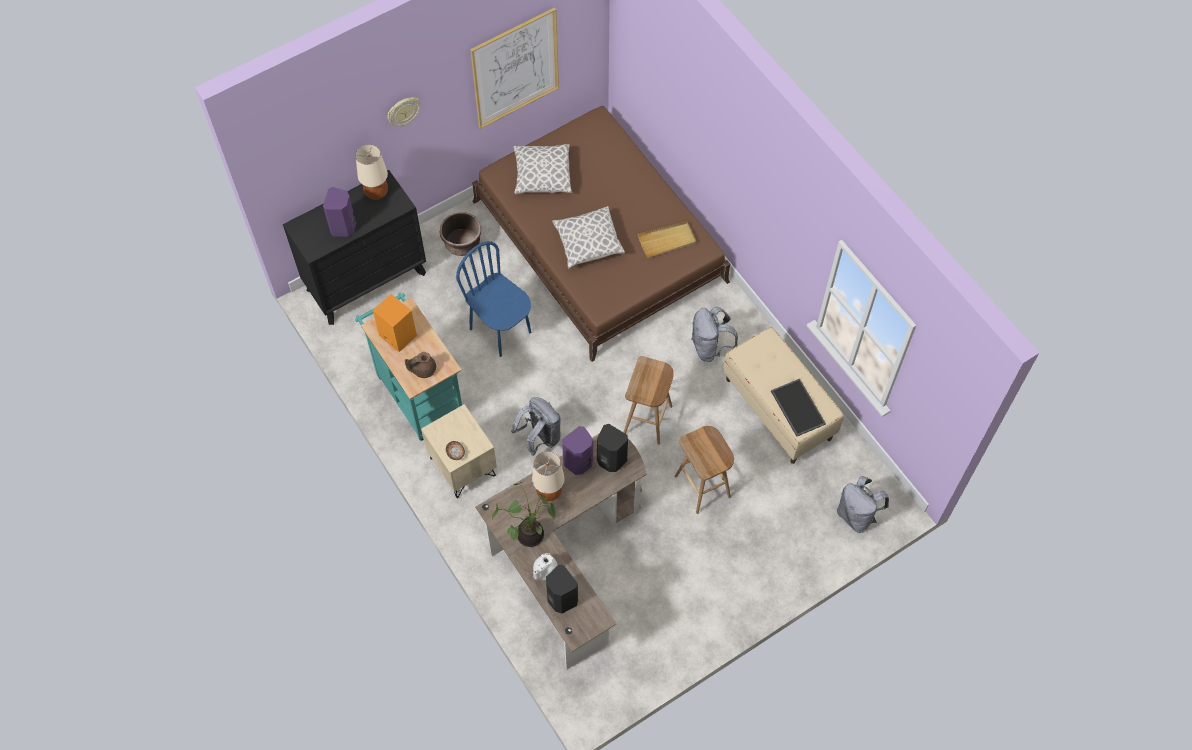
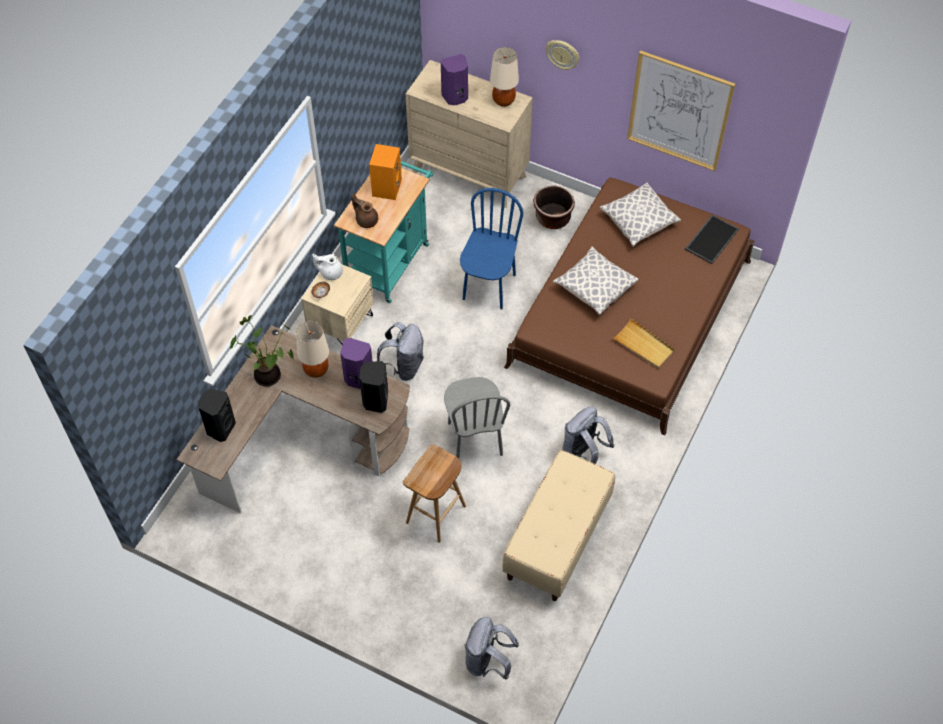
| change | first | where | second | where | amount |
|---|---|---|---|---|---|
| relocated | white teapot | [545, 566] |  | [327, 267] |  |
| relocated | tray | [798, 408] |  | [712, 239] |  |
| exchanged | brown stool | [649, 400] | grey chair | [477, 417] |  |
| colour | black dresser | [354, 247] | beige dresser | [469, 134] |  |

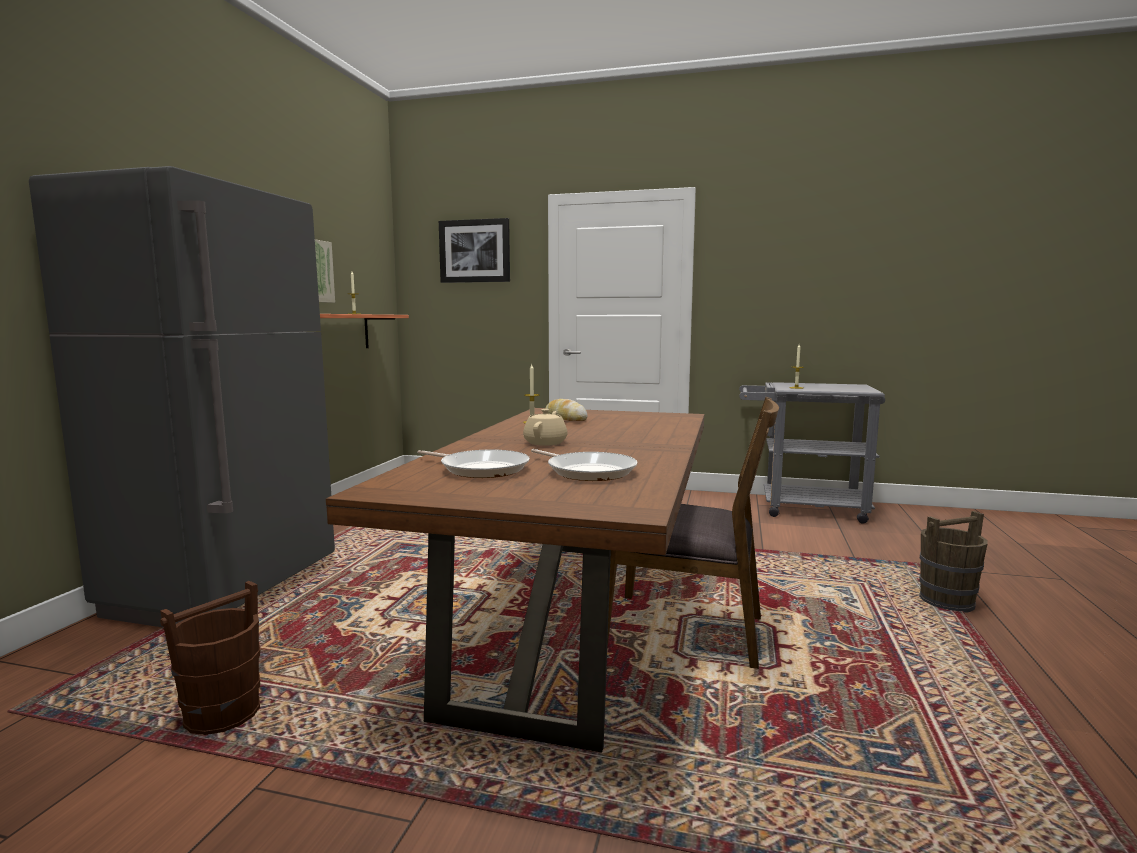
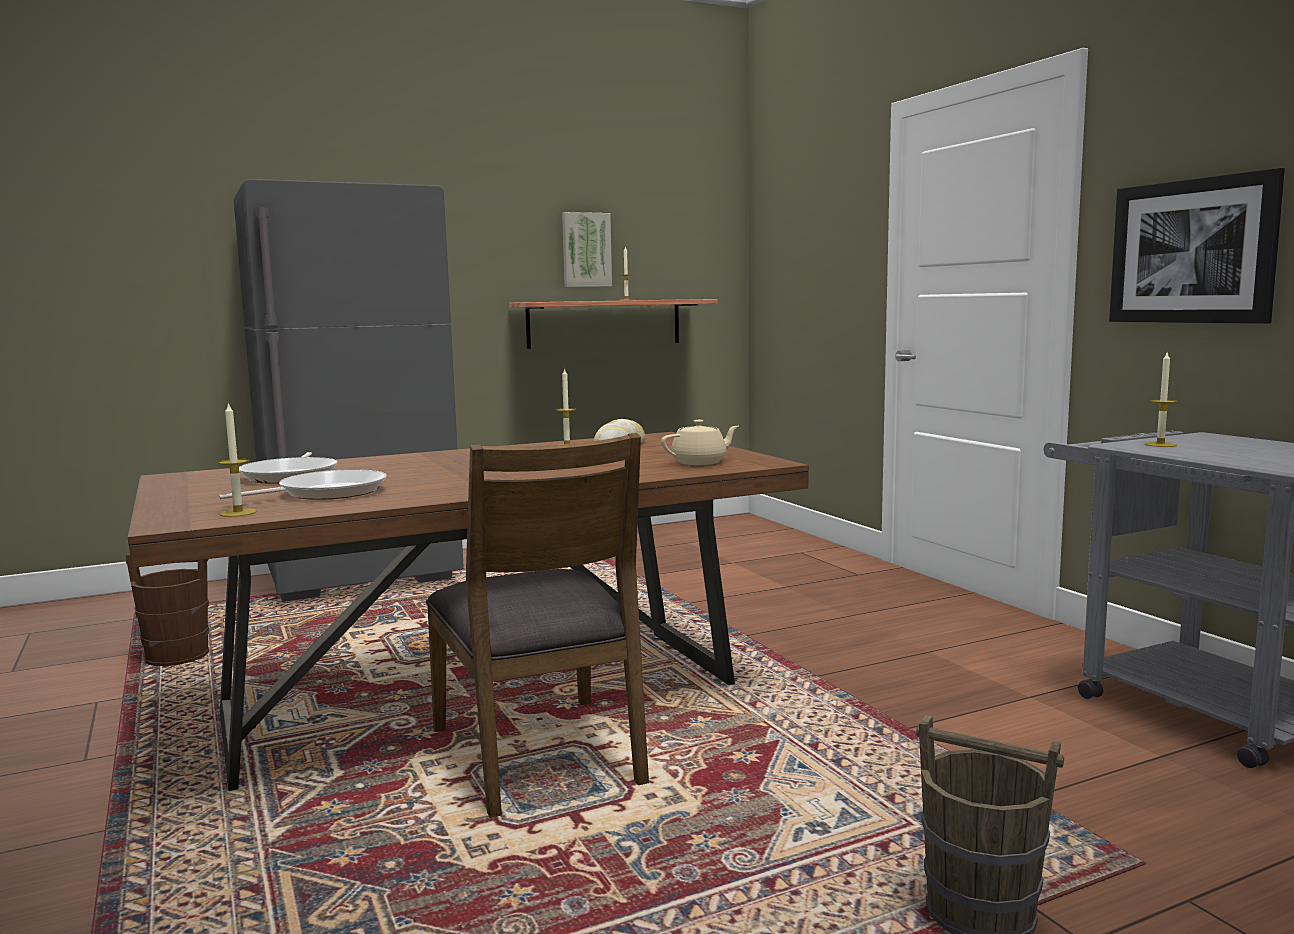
| change | first | where | second | where | amount |
|---|---|---|---|---|---|
| appeared |  |  | candle | [237, 459] |  |
| relocated | picture | [474, 250] |  | [1197, 246] |  |
| relocated | beige teapot | [545, 427] |  | [700, 442] |  |
| spun | frying pan | [584, 465] |  | [302, 484] | 135 degrees counterclockwise |

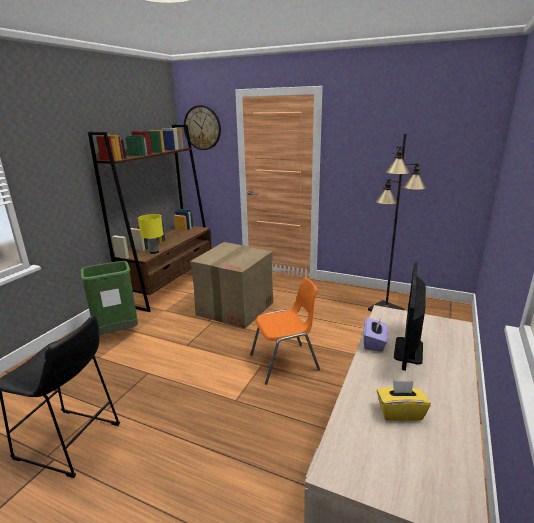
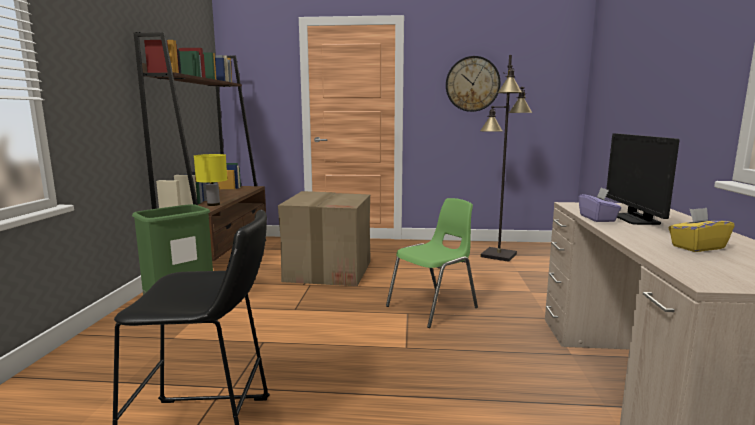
| change | first | where | second | where | amount |
|---|---|---|---|---|---|
| relocated | wall clock | [202, 127] |  | [473, 84] |  |
| colour | orange chair | [285, 331] | green chair | [432, 263] |  |

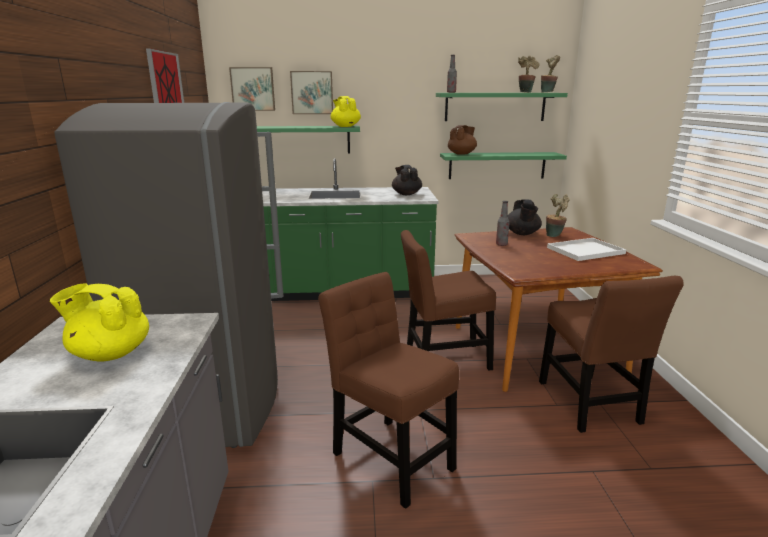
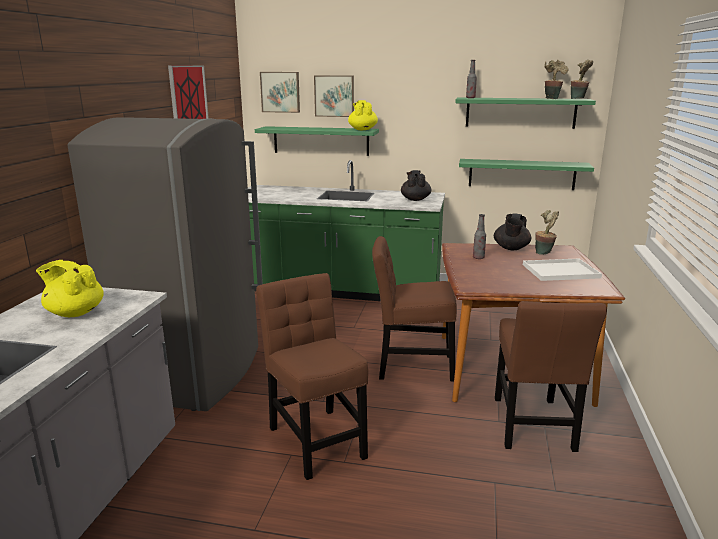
| change | first | where | second | where | amount |
|---|---|---|---|---|---|
| missing | brown teapot | [462, 140] |  |  |  |

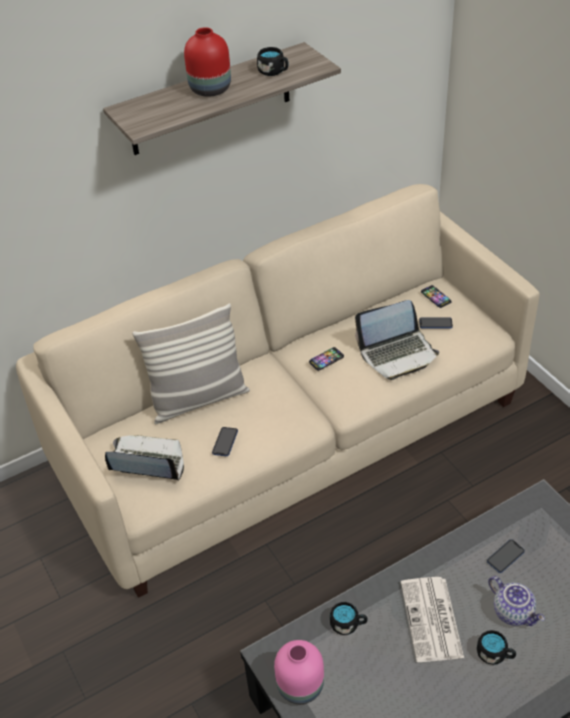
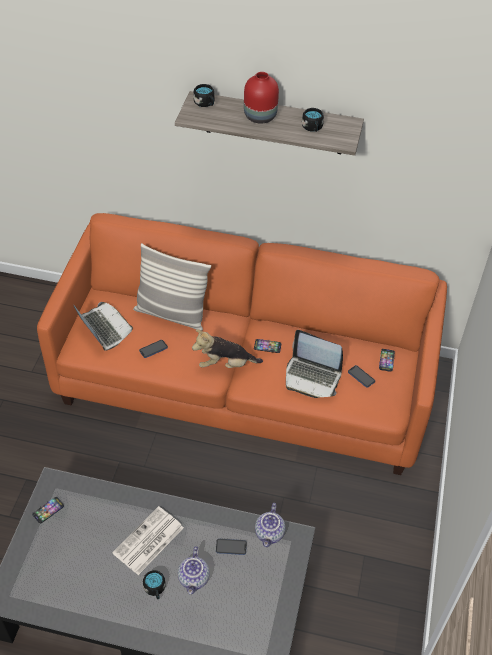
| change | first | where | second | where | amount |
|---|---|---|---|---|---|
| appeared |  |  | plush toy | [227, 348] |  |
| appeared |  |  | teapot | [270, 525] |  |
| relocated | black mug | [349, 618] |  | [204, 95] |  |
| exchanged | pink vase | [299, 672] | phone | [48, 510] |  |
| colour | beige sofa | [278, 391] | orange sofa | [242, 344] |  |

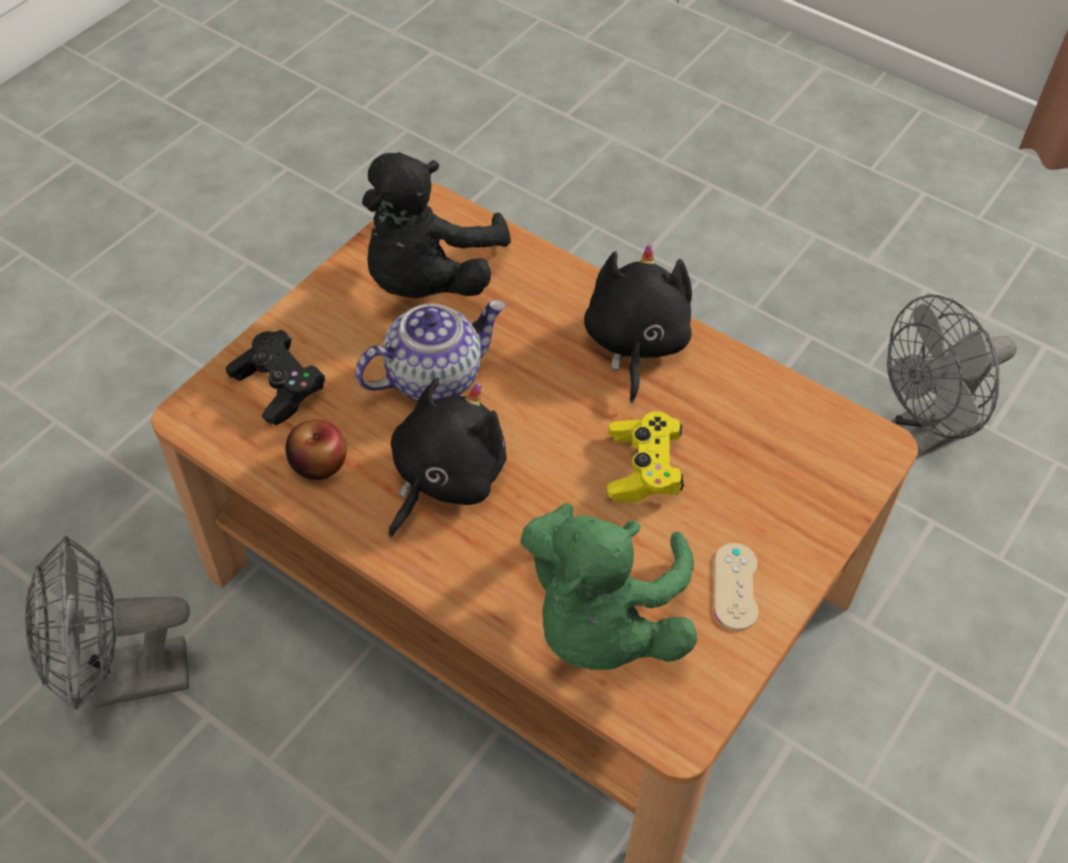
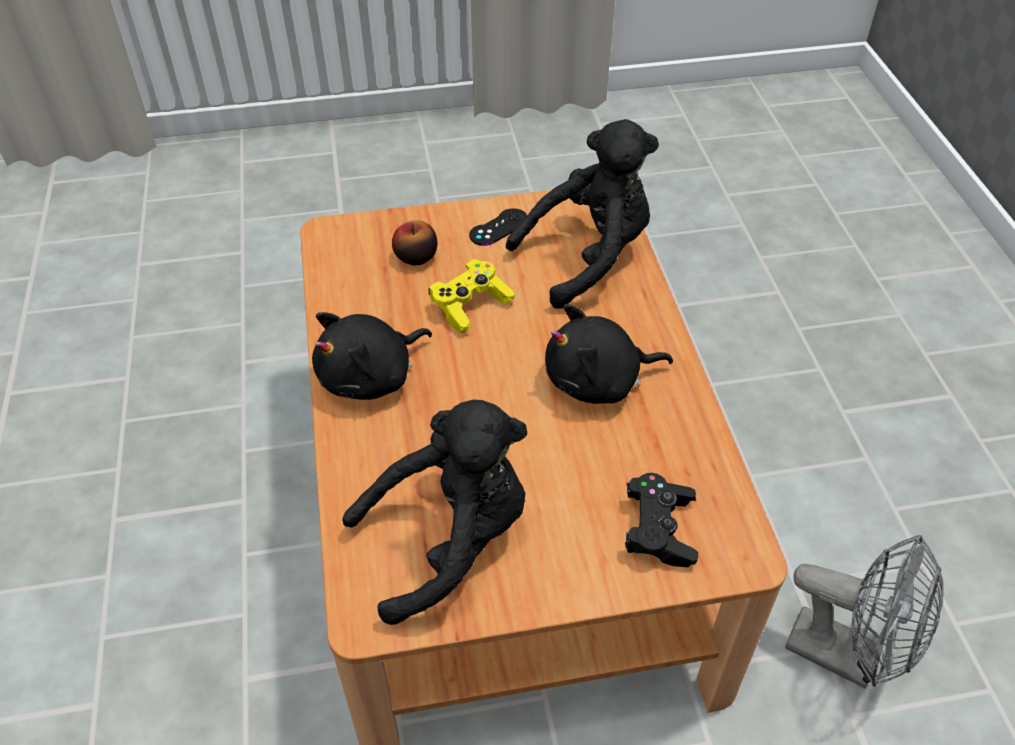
| change | first | where | second | where | amount |
|---|---|---|---|---|---|
| missing | teapot | [430, 351] |  |  |  |
| missing | grey fan | [952, 374] |  |  |  |
| relocated | apple | [315, 450] |  | [415, 242] |  |
| colour | green plush toy | [608, 586] | black plush toy | [582, 214] |  |
| colour | beige game controller | [736, 586] | black game controller | [498, 227] |  |

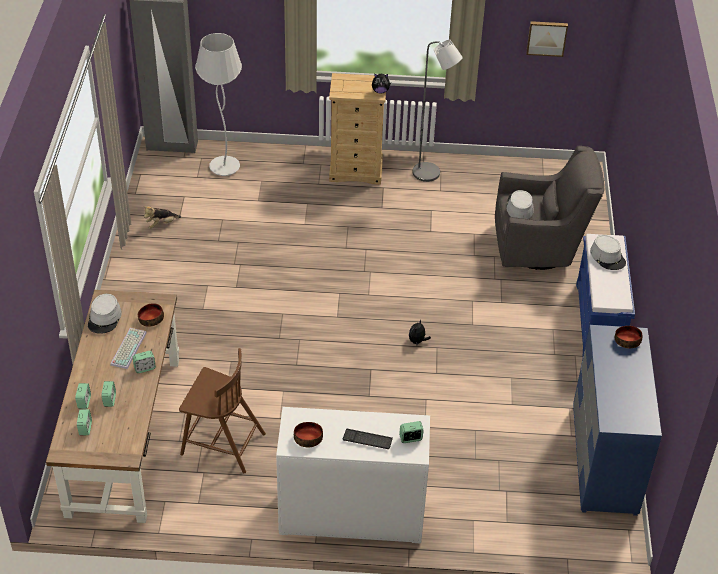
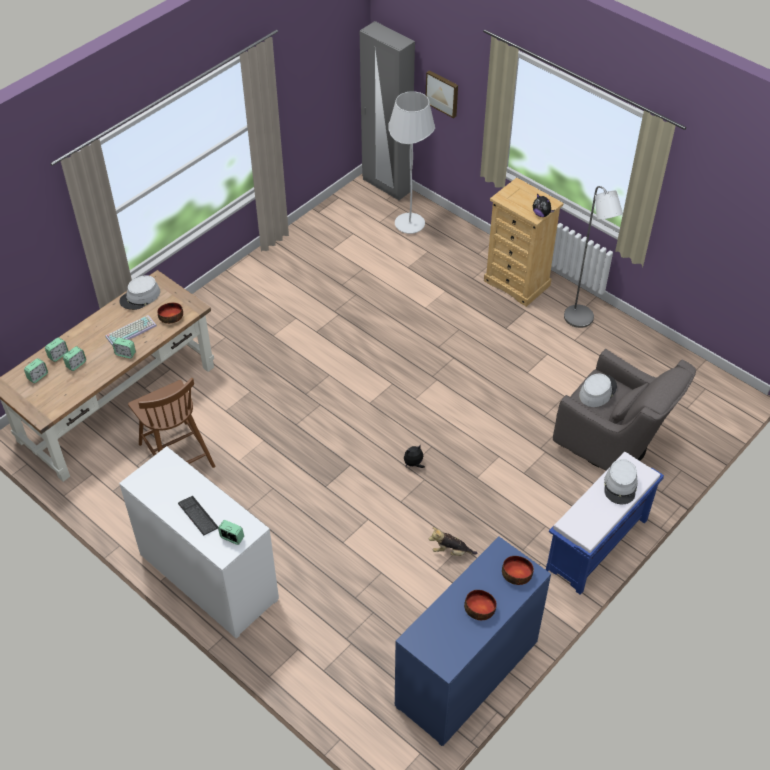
| change | first | where | second | where | amount |
|---|---|---|---|---|---|
| relocated | plush toy | [162, 217] |  | [453, 541] |  |
| relocated | bowl | [308, 434] |  | [480, 605] |  |
| relocated | picture | [547, 39] |  | [442, 94] |  |

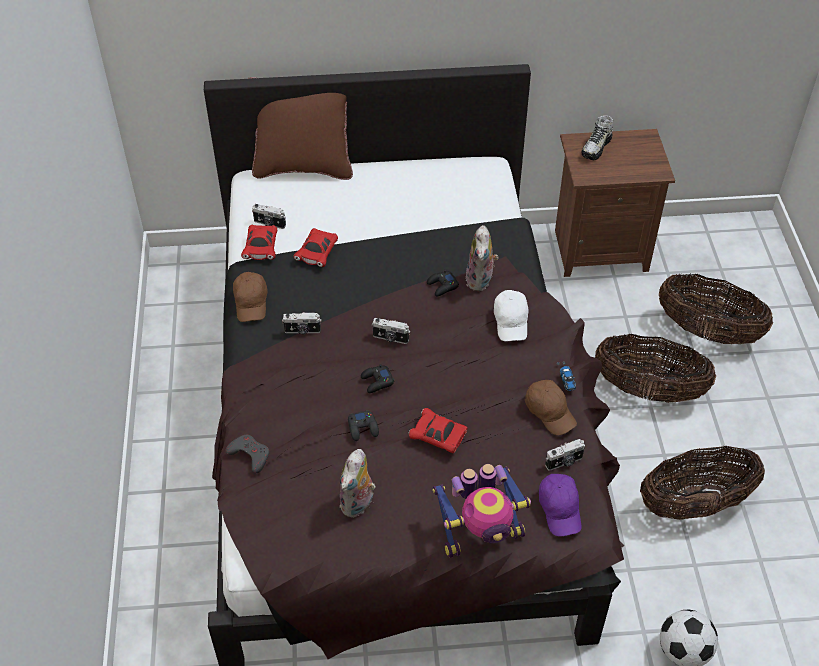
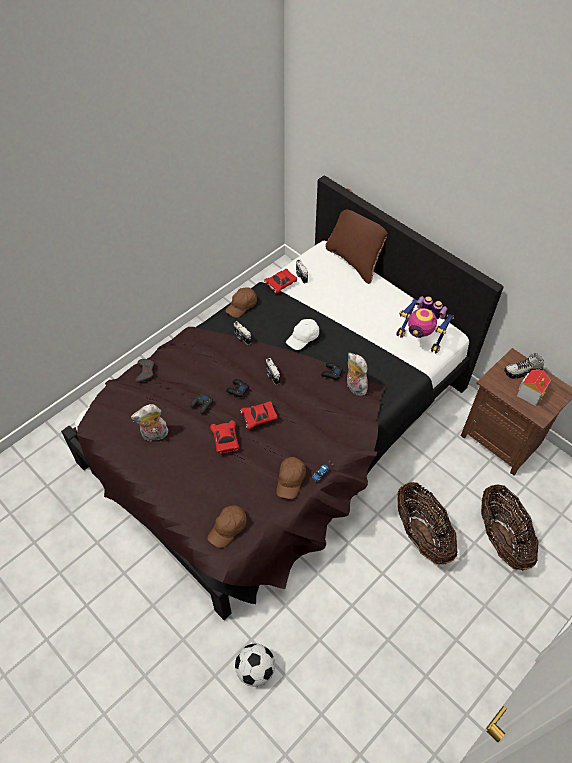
| change | first | where | second | where | amount |
|---|---|---|---|---|---|
| missing | photo camera | [565, 455] |  |  |  |
| missing | basket | [702, 483] |  |  |  |
| appeared |  |  | toy house | [534, 388] |  |
| relocated | red toy car | [315, 247] |  | [259, 415] |  |
| relocated | toy robot | [481, 511] |  | [425, 325] |  |
| relocated | white cap | [511, 315] |  | [302, 334] |  |
| colour | purple cap | [560, 505] | brown cap | [227, 526] |  |
| spun | plush toy | [482, 258] |  | [357, 374] | 90 degrees clockwise |

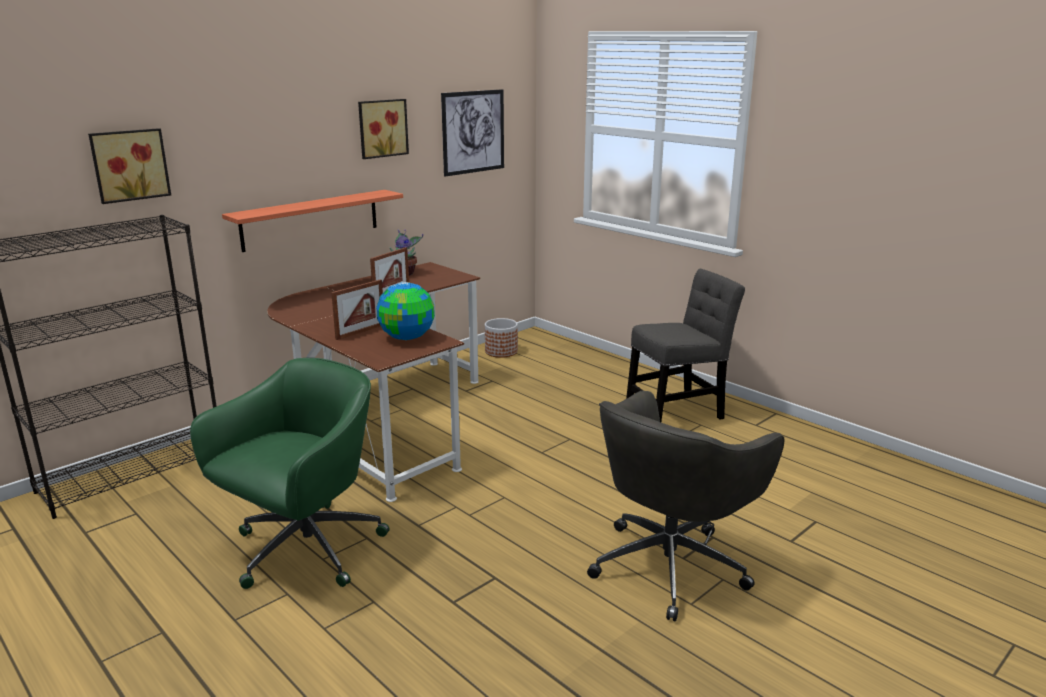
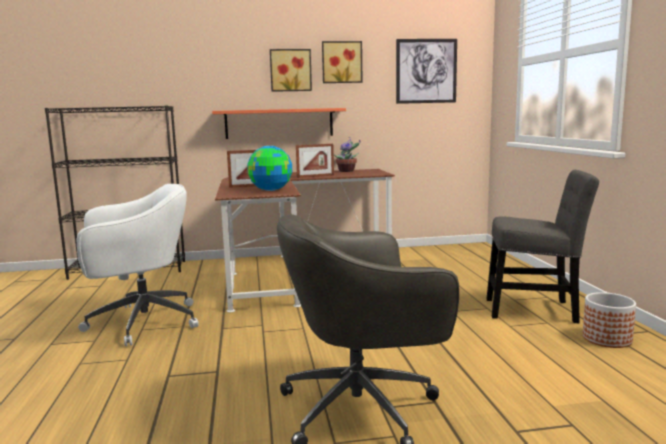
| change | first | where | second | where | amount |
|---|---|---|---|---|---|
| relocated | picture | [129, 166] |  | [291, 70] |  |
| relocated | planter | [501, 338] |  | [609, 320] |  |
| colour | green office chair | [290, 473] | white office chair | [138, 265] |  |

